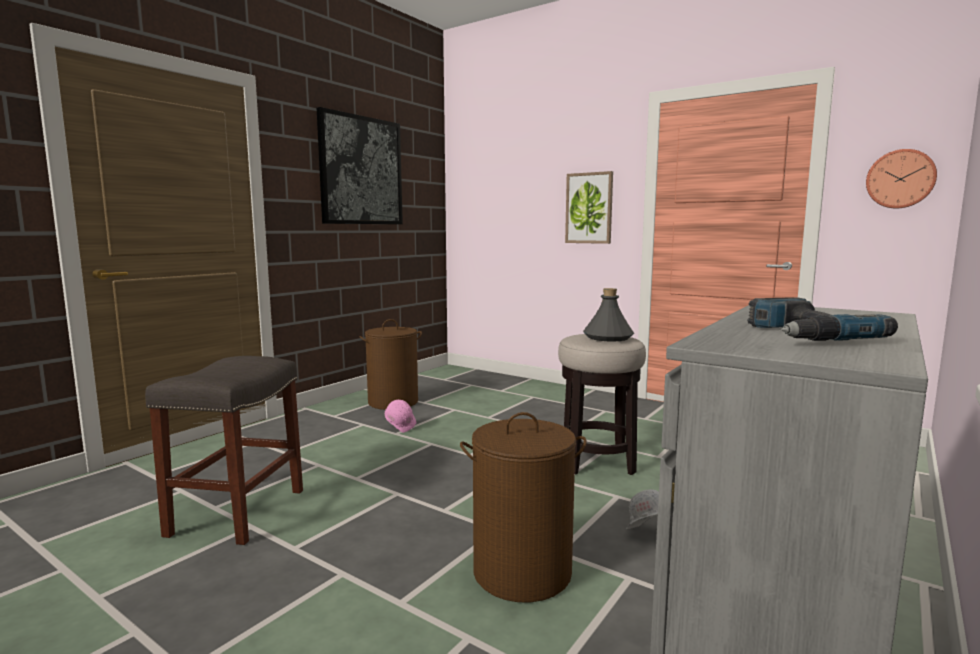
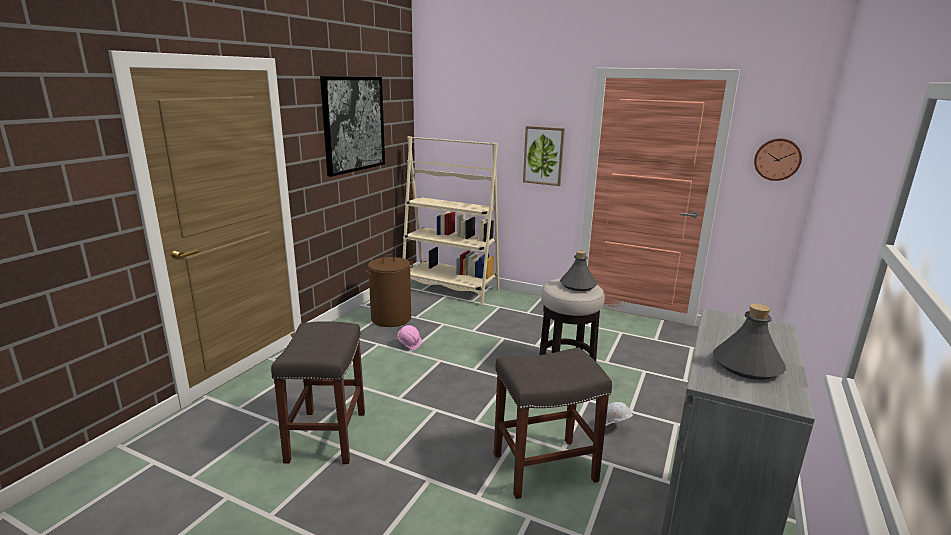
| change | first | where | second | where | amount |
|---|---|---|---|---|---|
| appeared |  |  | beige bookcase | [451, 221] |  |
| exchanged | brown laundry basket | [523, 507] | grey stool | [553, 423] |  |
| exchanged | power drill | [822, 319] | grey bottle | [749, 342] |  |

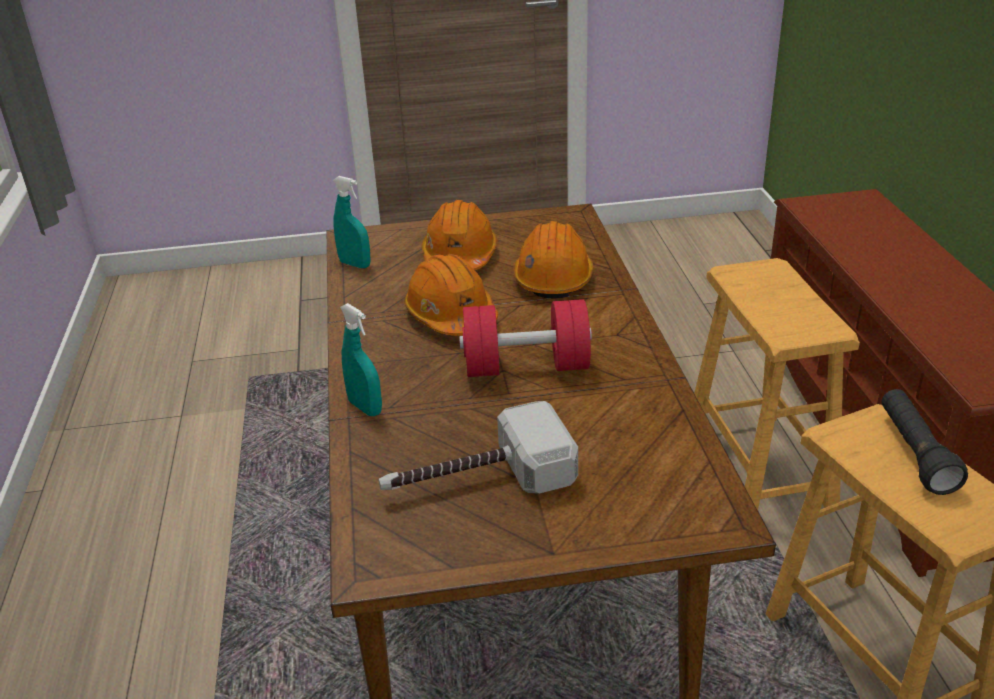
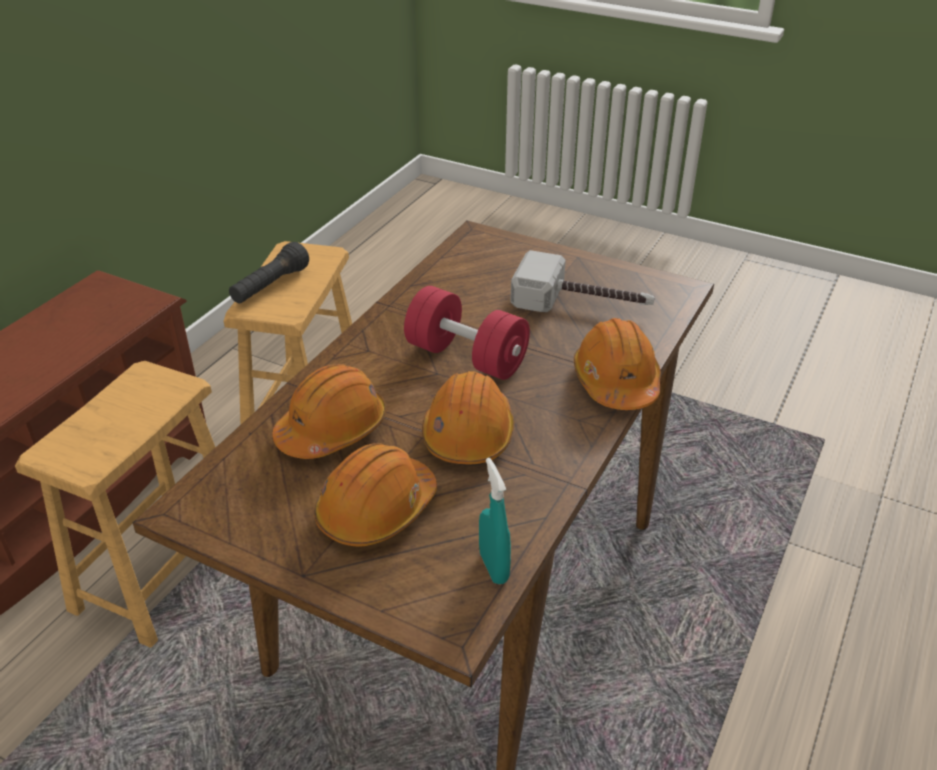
| change | first | where | second | where | amount |
|---|---|---|---|---|---|
| exchanged | turquoise spray bottle | [361, 359] | orange hard hat | [617, 364] |  |

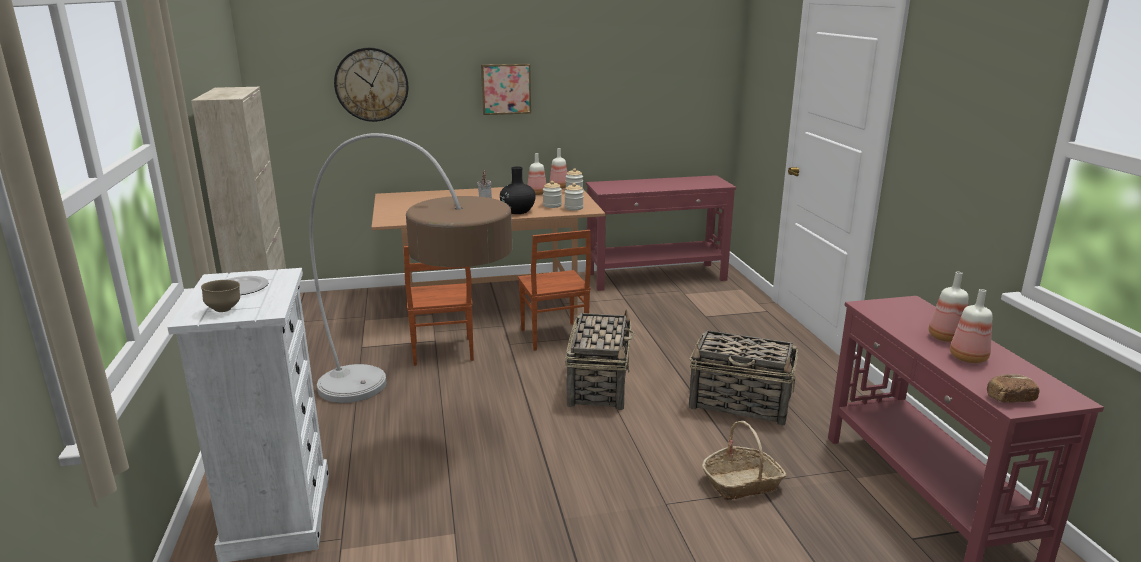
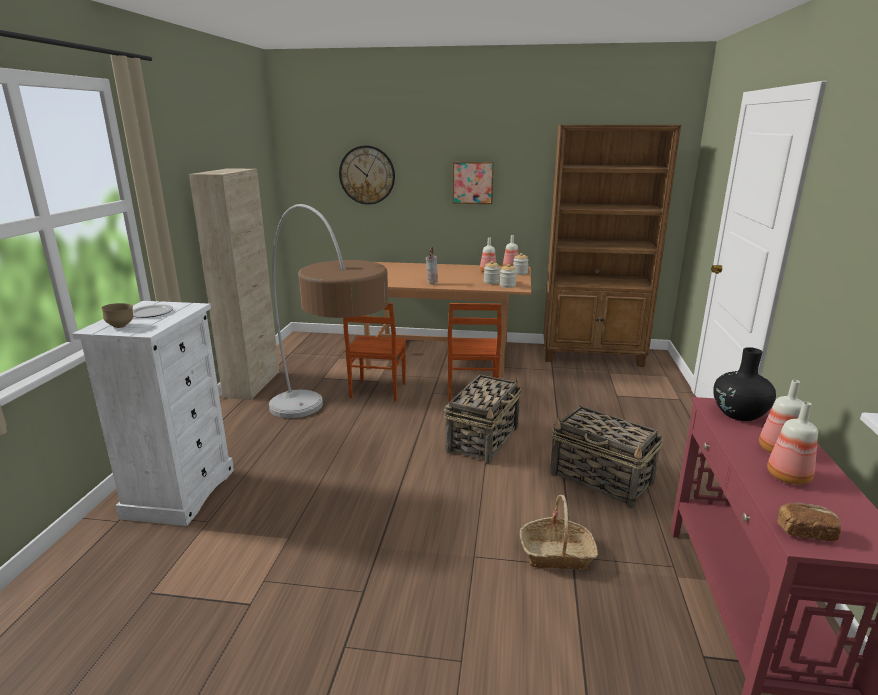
| change | first | where | second | where | amount |
|---|---|---|---|---|---|
| relocated | black vase | [518, 190] |  | [744, 384] |  |
| exchanged | red console table | [661, 233] | brown bookcase | [612, 246] |  |

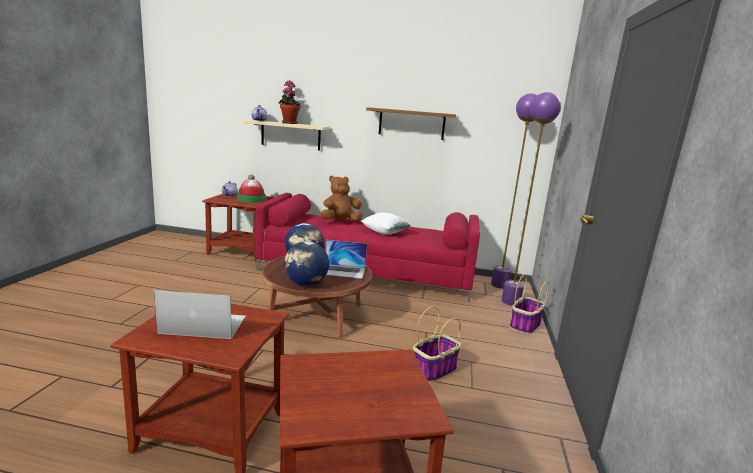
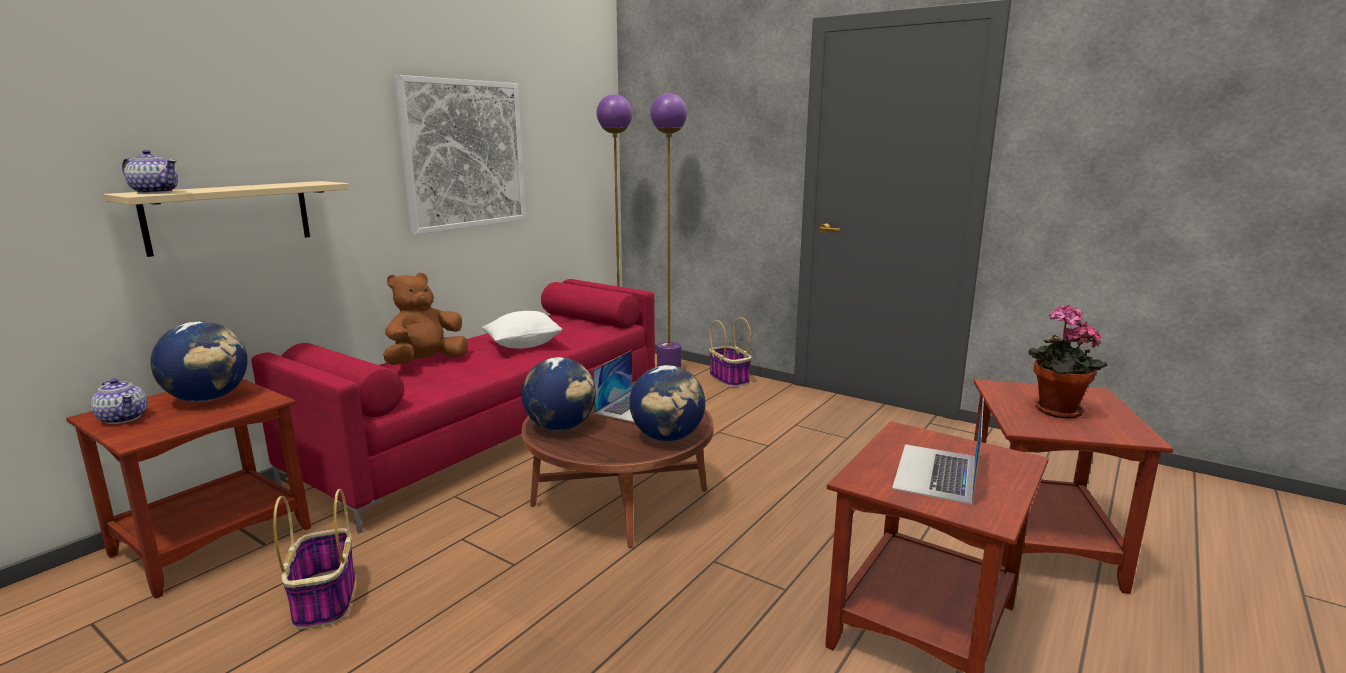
| change | first | where | second | where | amount |
|---|---|---|---|---|---|
| relocated | potted plant | [289, 102] |  | [1068, 361] |  |
| relocated | basket | [437, 345] |  | [314, 559] |  |
| exchanged | hat | [251, 188] | globe | [198, 362] |  |
| exchanged | brown shelf | [411, 123] | picture | [460, 155] |  |
| spun | brown plush toy | [341, 198] |  | [425, 319] | 45 degrees clockwise |

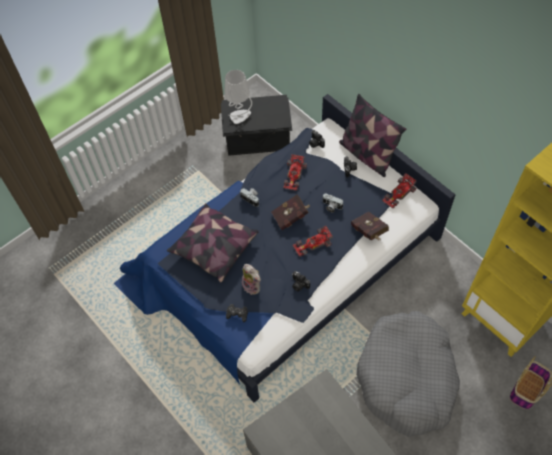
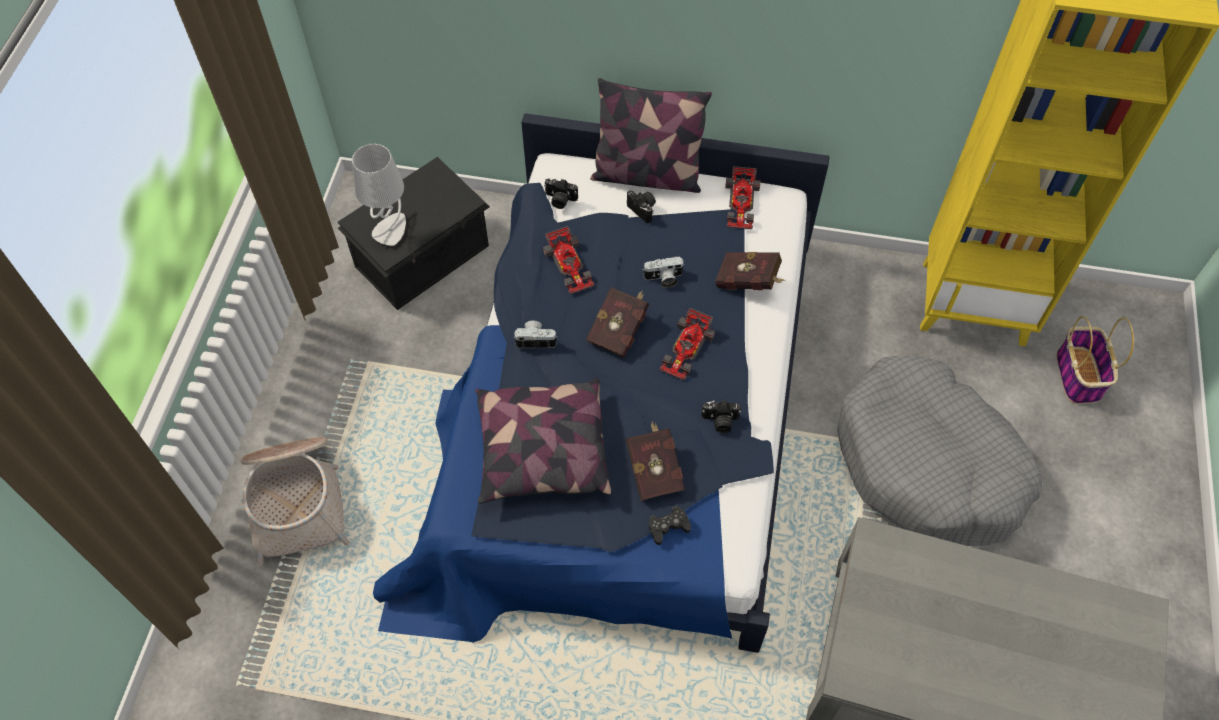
| change | first | where | second | where | amount |
|---|---|---|---|---|---|
| appeared |  |  | basket | [295, 501] |  |
| exchanged | plush toy | [251, 279] | red book | [655, 461] |  |

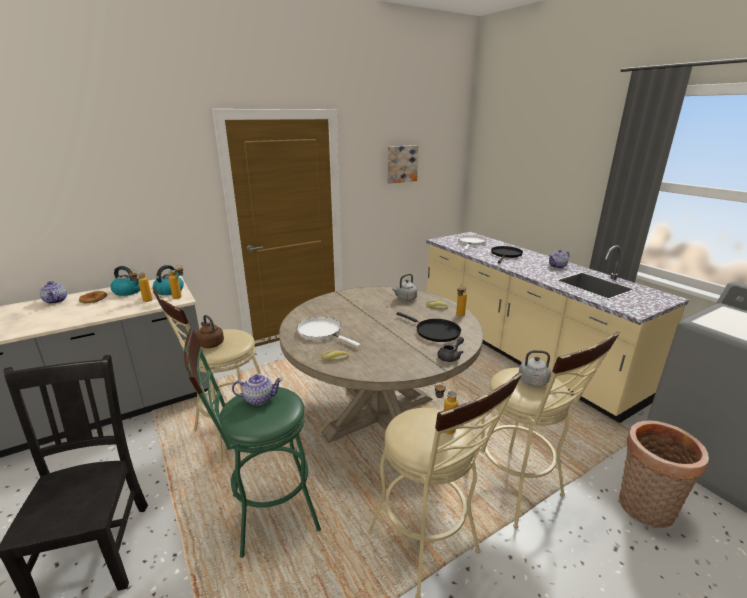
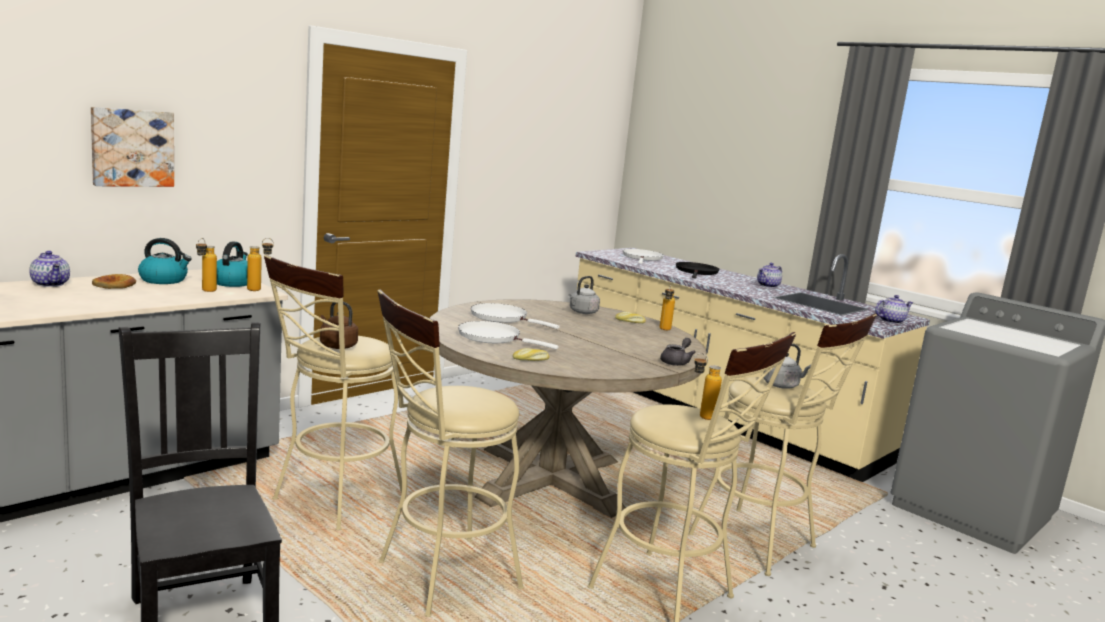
| change | first | where | second | where | amount |
|---|---|---|---|---|---|
| missing | black frying pan | [428, 327] |  |  |  |
| missing | basket | [664, 474] |  |  |  |
| appeared |  |  | white frying pan | [515, 316] |  |
| relocated | teapot | [257, 389] |  | [894, 309] |  |
| relocated | picture | [403, 164] |  | [132, 147] |  |
| colour | green stool | [252, 443] | beige stool | [450, 453] |  |

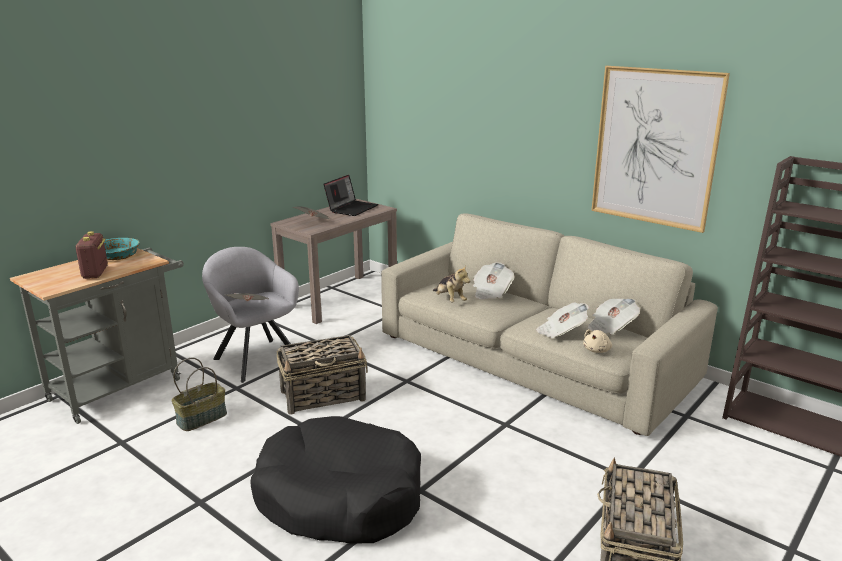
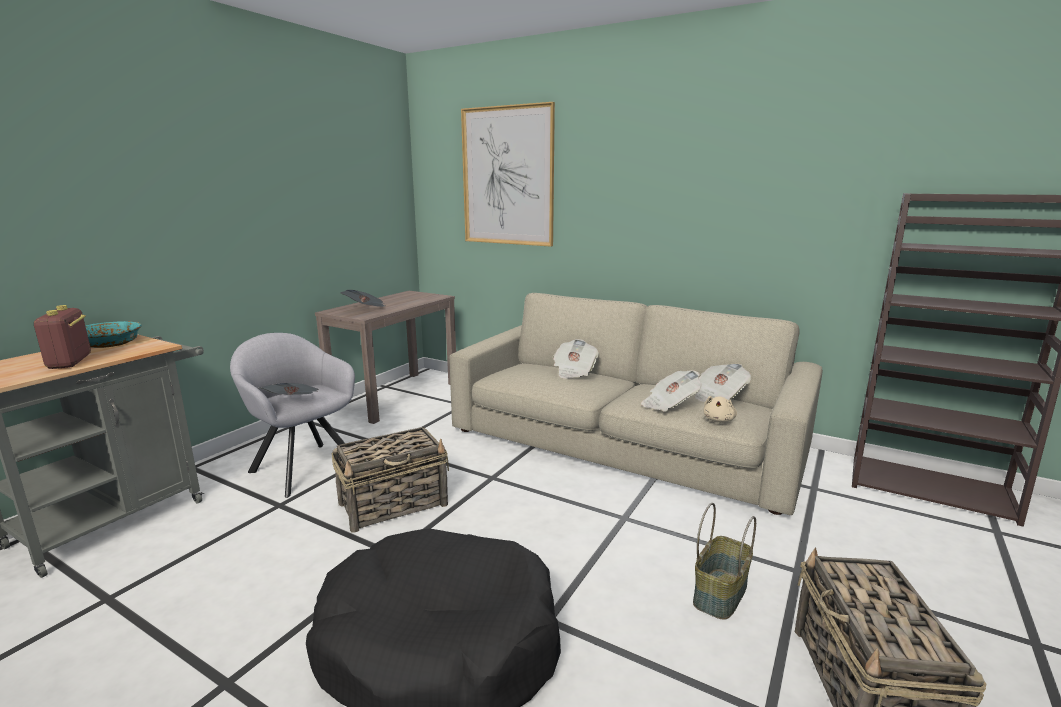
| change | first | where | second | where | amount |
|---|---|---|---|---|---|
| missing | laptop | [350, 195] |  |  |  |
| missing | plush toy | [451, 283] |  |  |  |
| relocated | basket | [199, 394] |  | [724, 561] |  |
| relocated | picture | [660, 149] |  | [508, 174] |  |

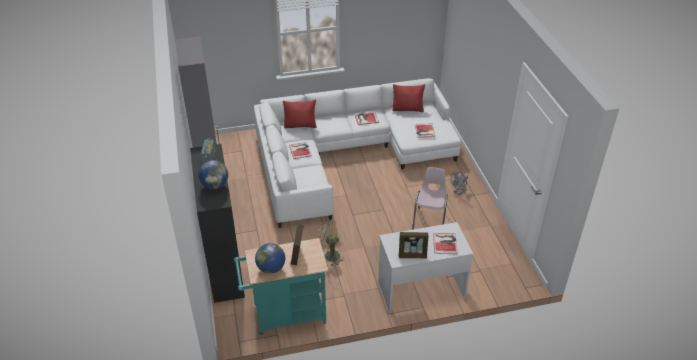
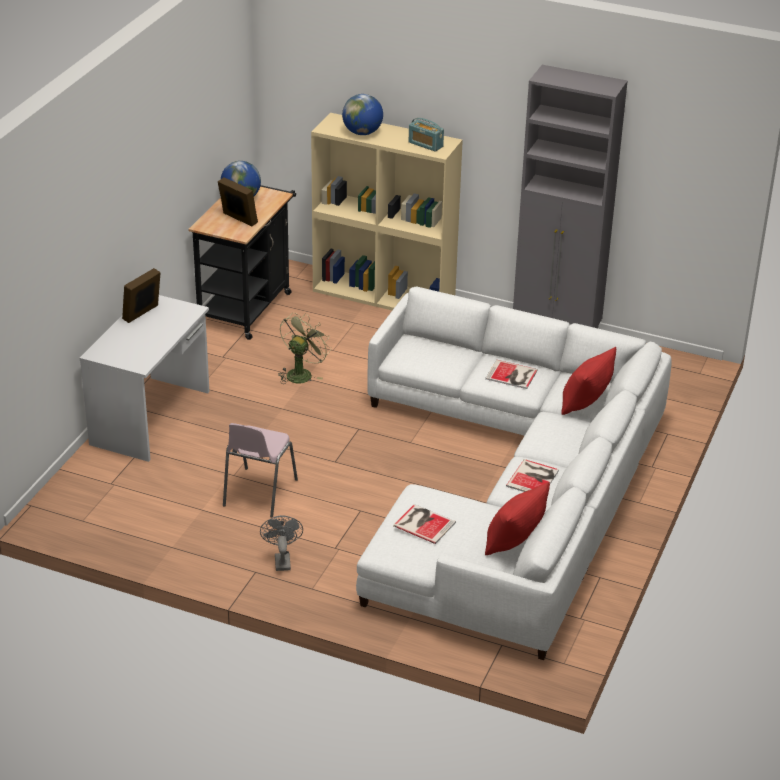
| change | first | where | second | where | amount |
|---|---|---|---|---|---|
| missing | book | [445, 243] |  |  |  |
| colour | black bookcase | [217, 223] | beige bookcase | [387, 211] |  |
| colour | turquoise cart | [281, 287] | black cart | [242, 262] |  |
| spun | pink chair | [430, 198] |  | [260, 470] | 60 degrees clockwise |

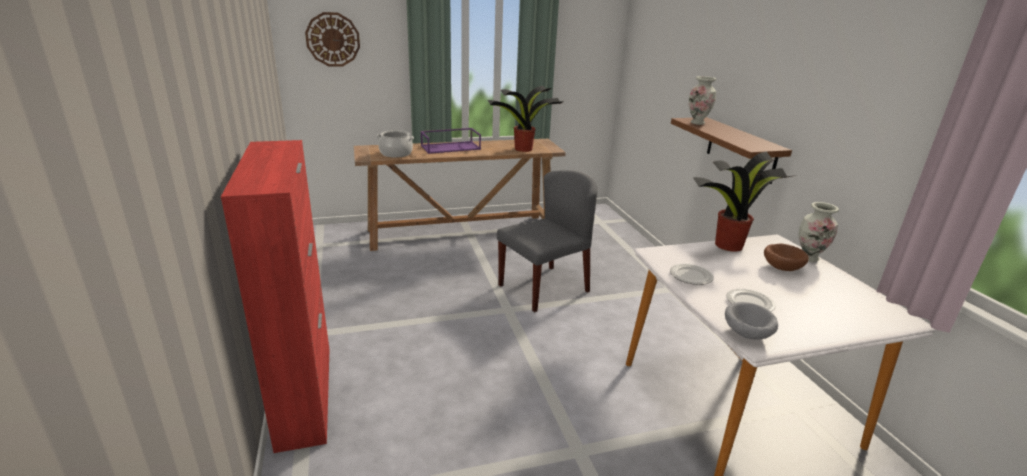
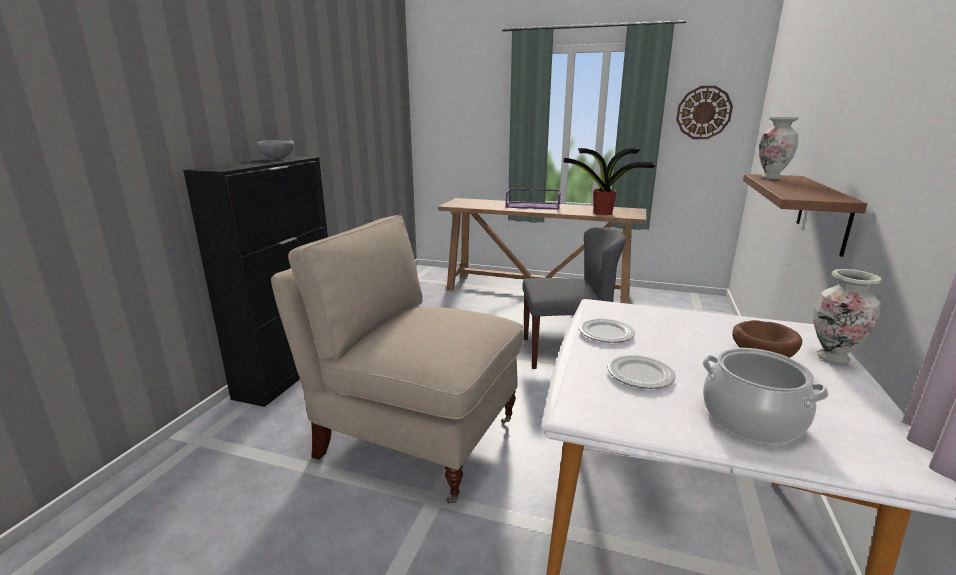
| change | first | where | second | where | amount |
|---|---|---|---|---|---|
| missing | potted plant | [742, 202] |  |  |  |
| appeared |  |  | beige chair | [397, 359] |  |
| relocated | wall clock | [332, 39] |  | [704, 112] |  |
| relocated | cooking pot | [395, 144] |  | [765, 395] |  |
| relocated | grey bowl | [751, 320] |  | [274, 149] |  |
| colour | red cabinet | [275, 296] | black cabinet | [255, 281] |  |

